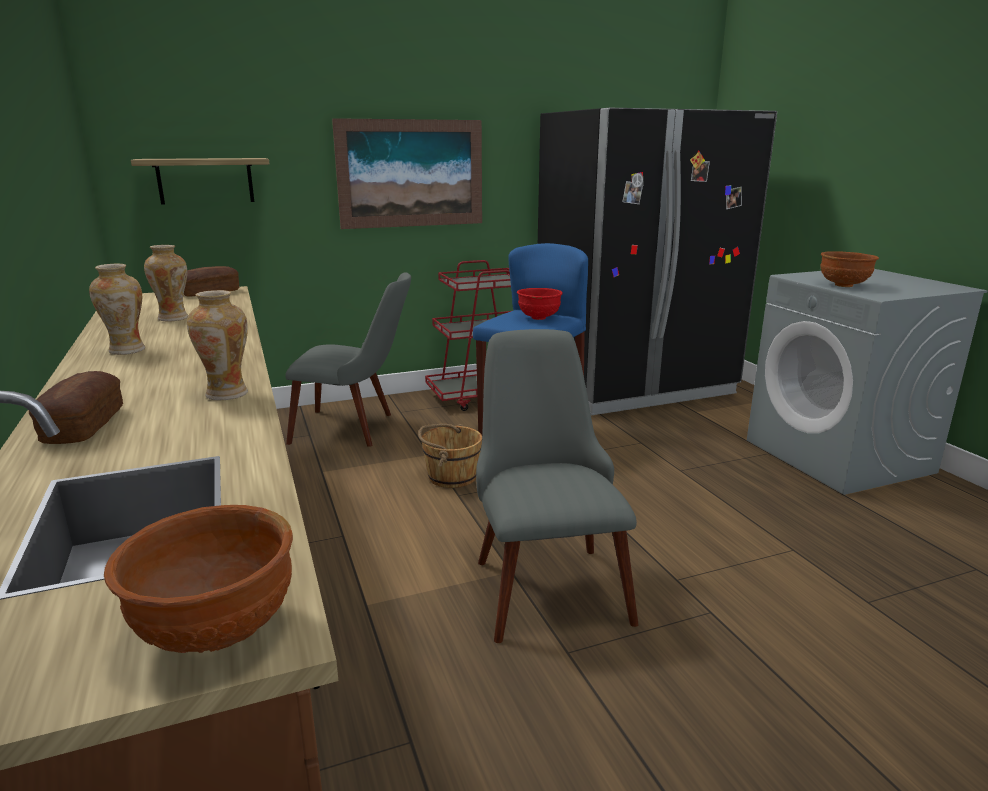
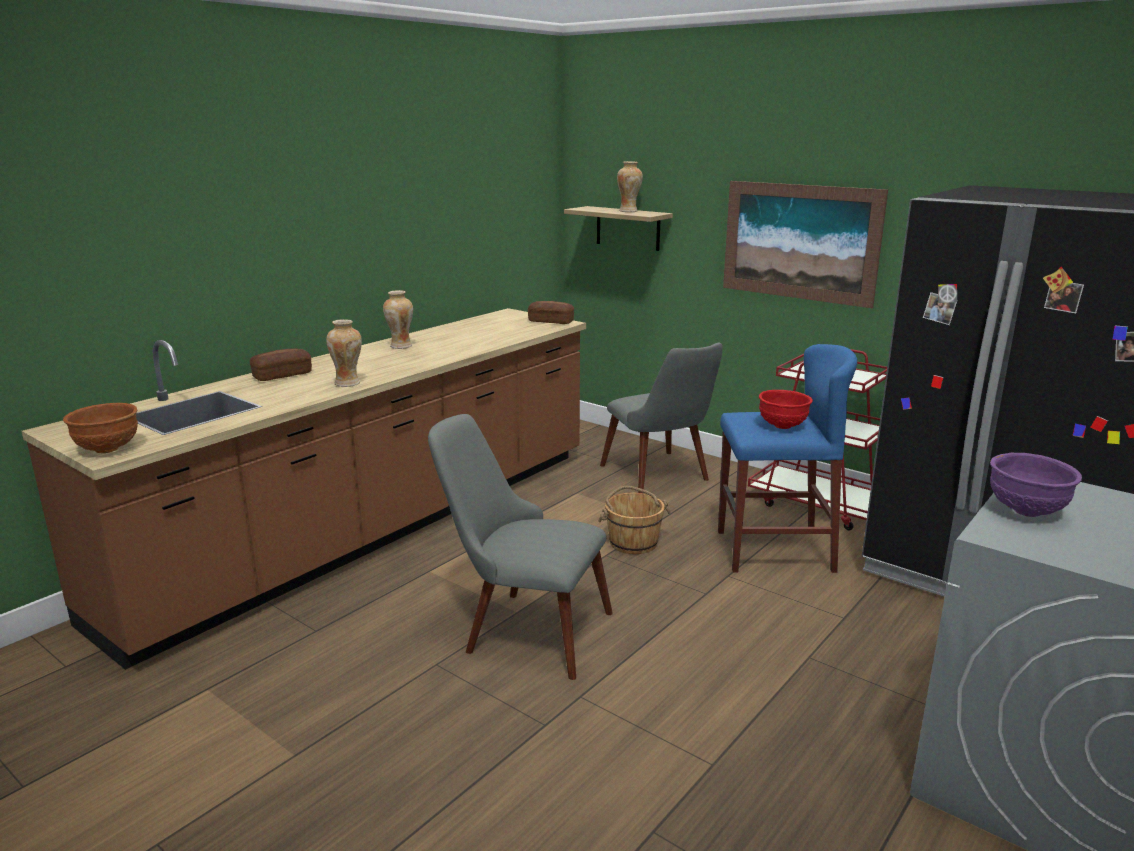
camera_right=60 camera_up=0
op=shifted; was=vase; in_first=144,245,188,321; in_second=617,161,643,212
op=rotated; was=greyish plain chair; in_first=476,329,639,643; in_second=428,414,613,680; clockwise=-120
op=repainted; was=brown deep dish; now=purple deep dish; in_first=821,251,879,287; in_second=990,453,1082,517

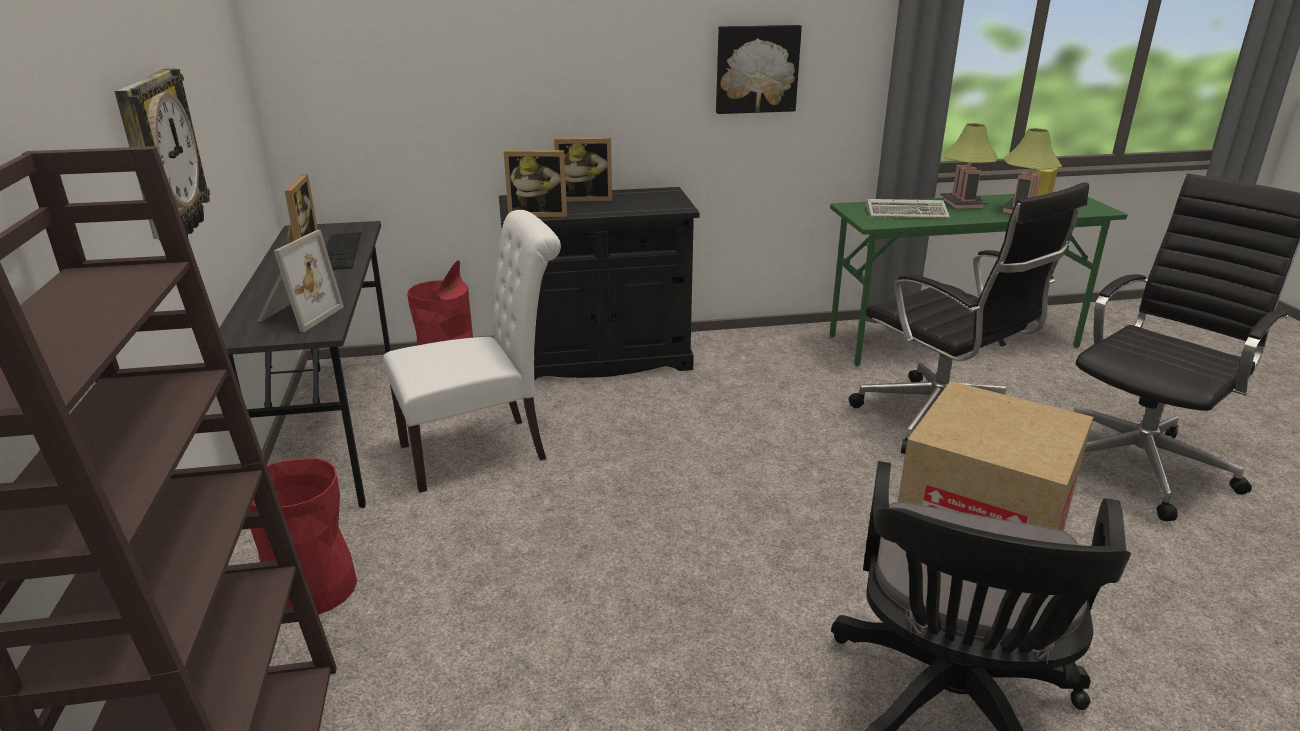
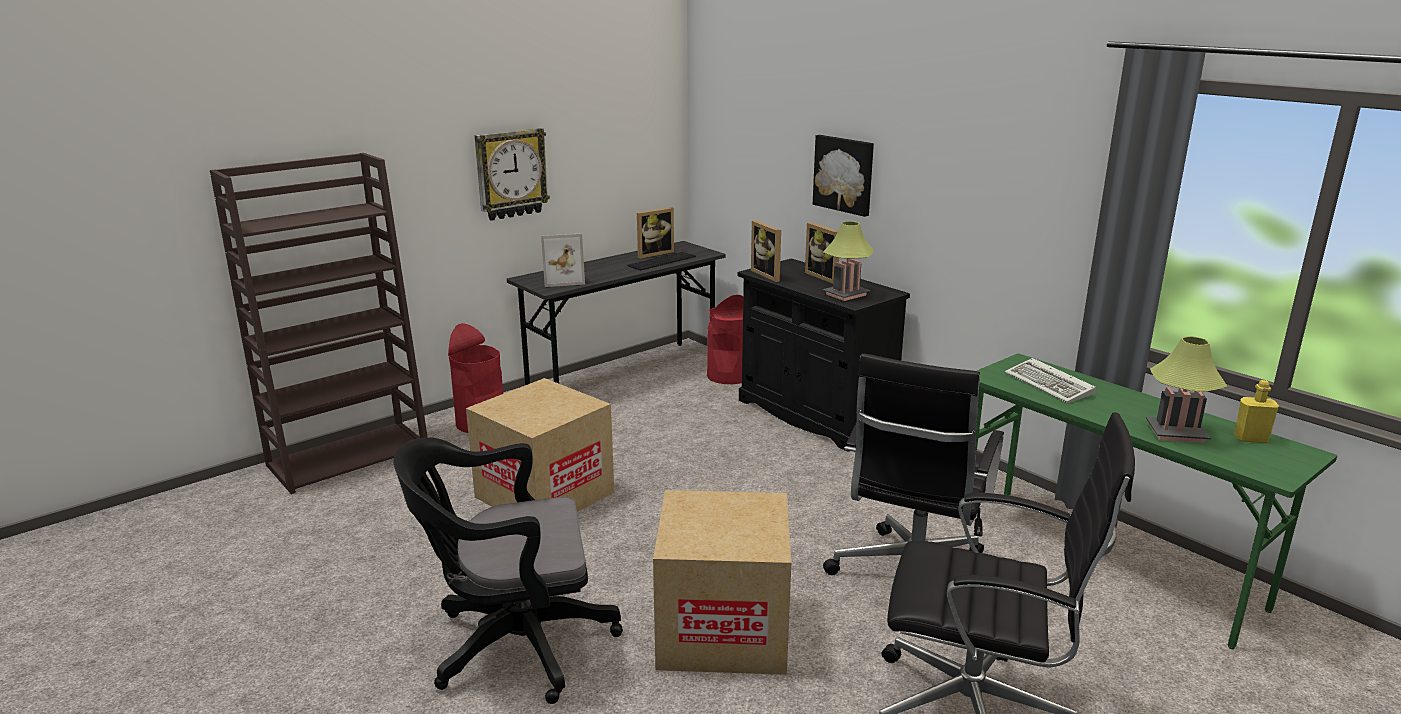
camera_right=60 camera_up=-5
op=gone; was=white-coloured plain chair; in_first=383,210,561,493
op=shifted; was=wall art; in_first=716,25,802,114; in_second=813,135,874,217
op=shifted; was=tabletop lamp; in_first=940,123,998,209; in_second=823,221,874,301
op=new; now=carton; in_second=466,378,614,512

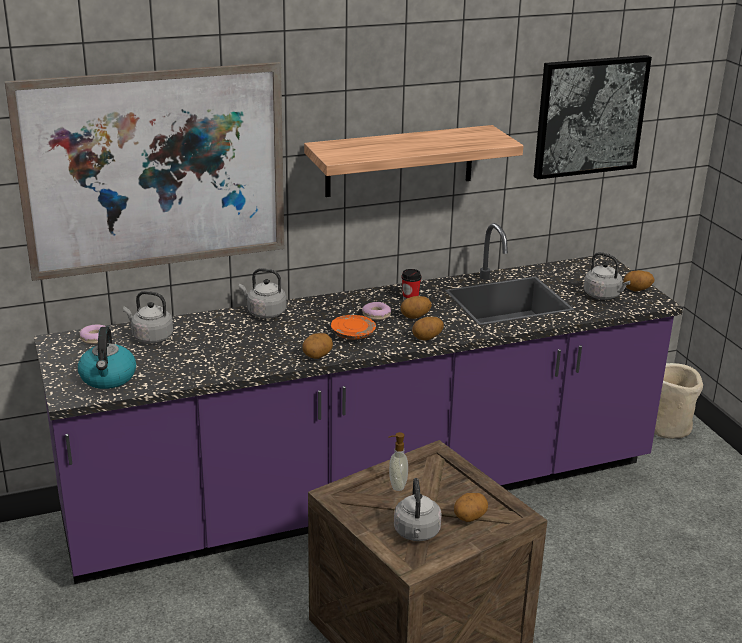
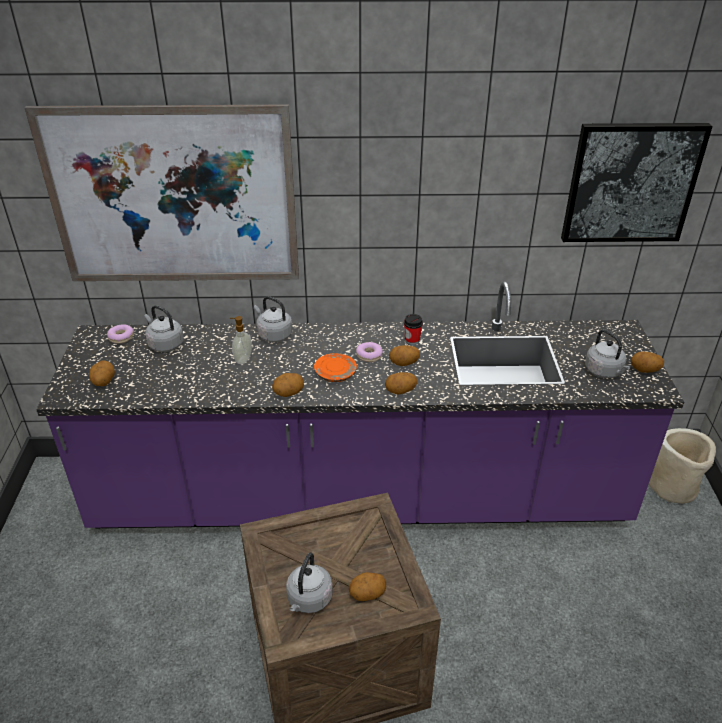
camera_right=20 camera_up=10
op=swapped; was=tea kettle; now=whole potato; in_first=78,327,136,389; in_second=89,360,115,386
op=gone; was=shelf; in_first=304,125,523,197
op=shifted; was=soap dispenser; in_first=388,432,408,491; in_second=230,316,252,364

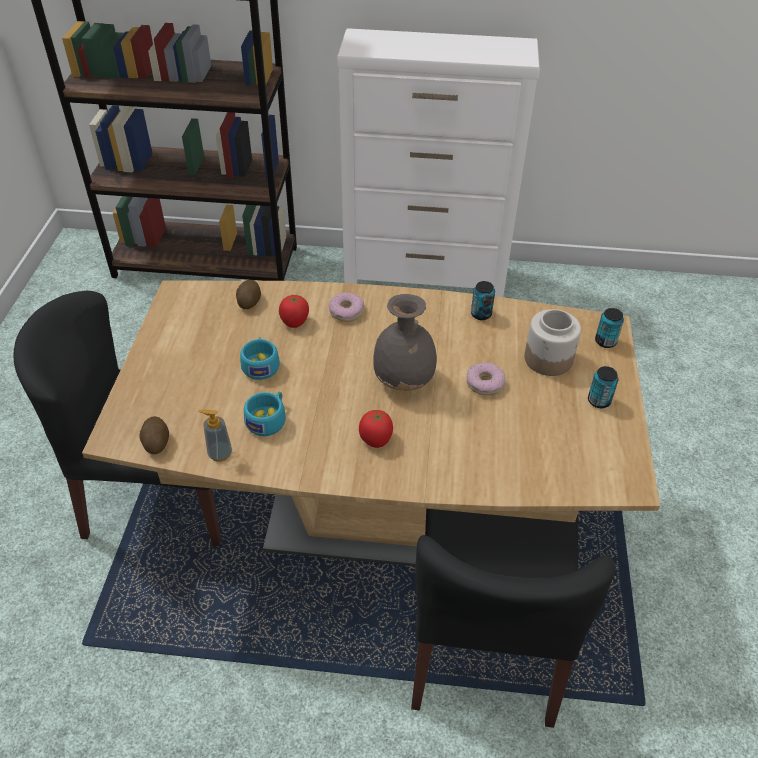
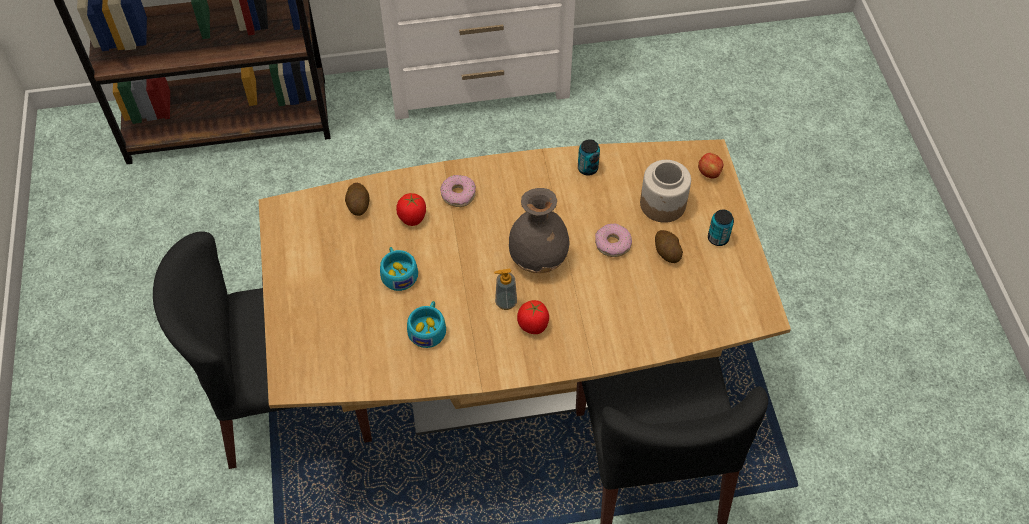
camera_right=-15 camera_up=10
op=shifted; was=whole potato; in_first=139,416,169,454; in_second=655,230,683,263
op=shifted; was=soap dispenser; in_first=198,410,232,462; in_second=494,269,517,310
op=swapped; was=can; now=apple; in_first=595,308,624,348; in_second=698,153,723,178

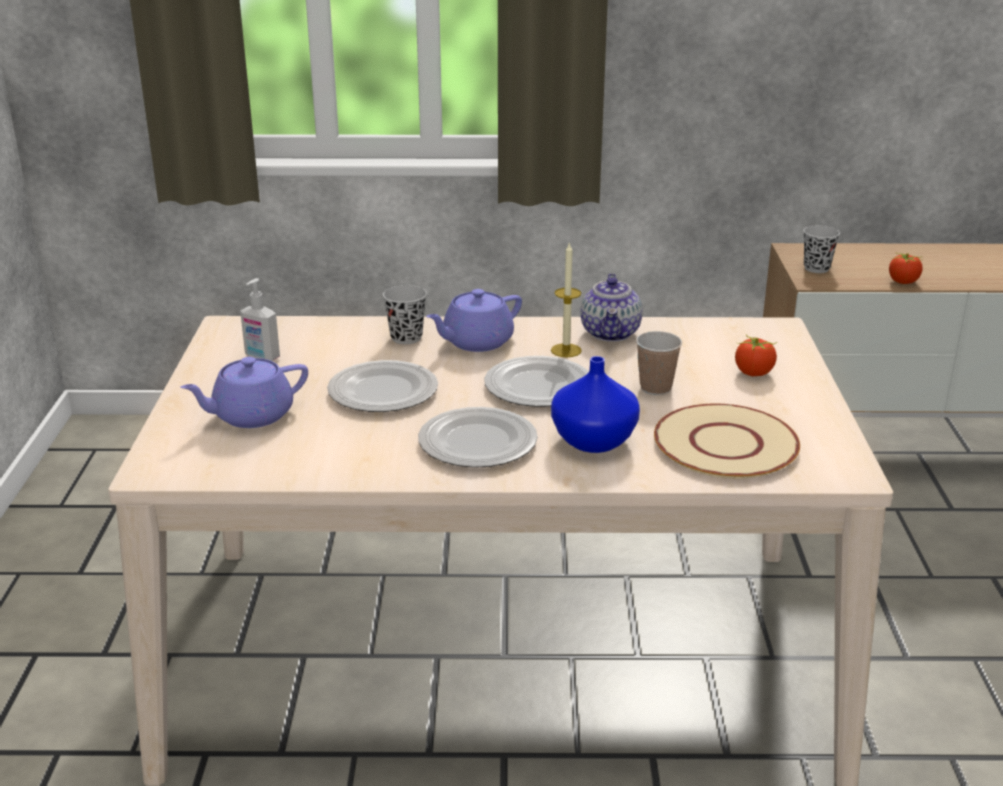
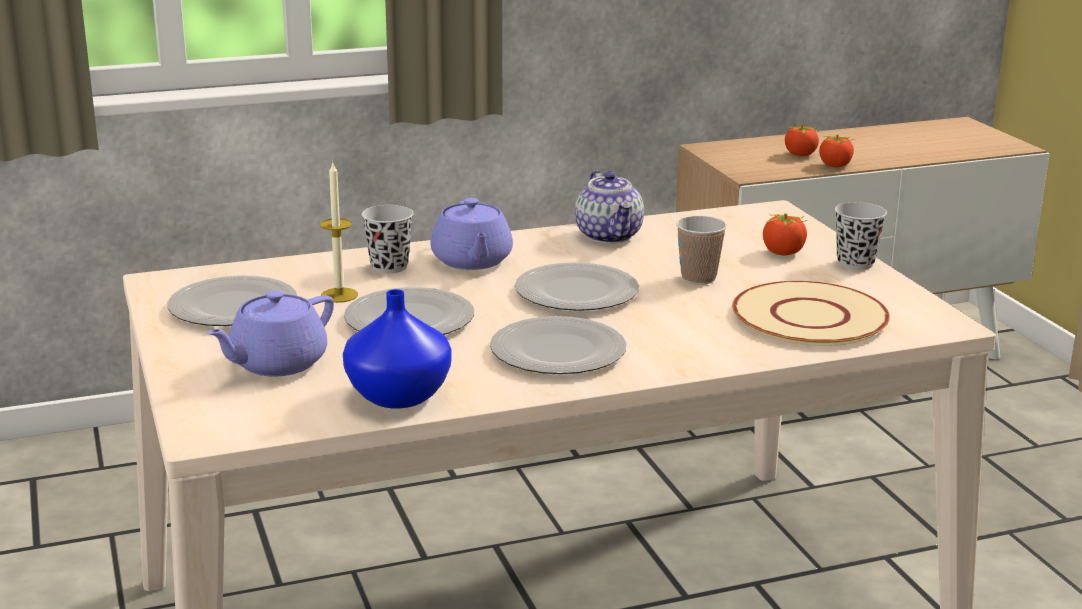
camera_right=-20 camera_up=-5
op=swapped; was=soap dispenser; now=dinner plate; in_first=240,278,280,361; in_second=167,275,297,326
op=rotated; was=purple teapot; in_first=426,289,522,352; in_second=430,198,513,270; clockwise=-45
op=shifted; was=wax candle; in_first=551,242,582,357; in_second=320,163,358,303
op=shifted; was=blue-coloured vase; in_first=551,356,640,453; in_second=343,289,451,408
op=shifted; was=black cup; in_first=803,226,840,273; in_second=835,202,887,270
op=new; now=tomato; in_second=784,123,820,156

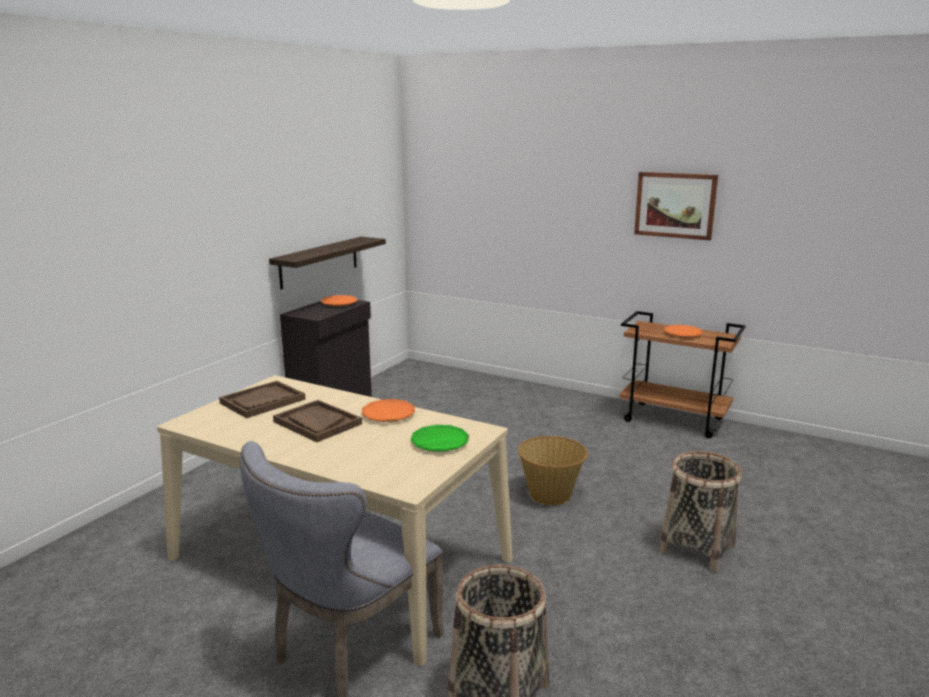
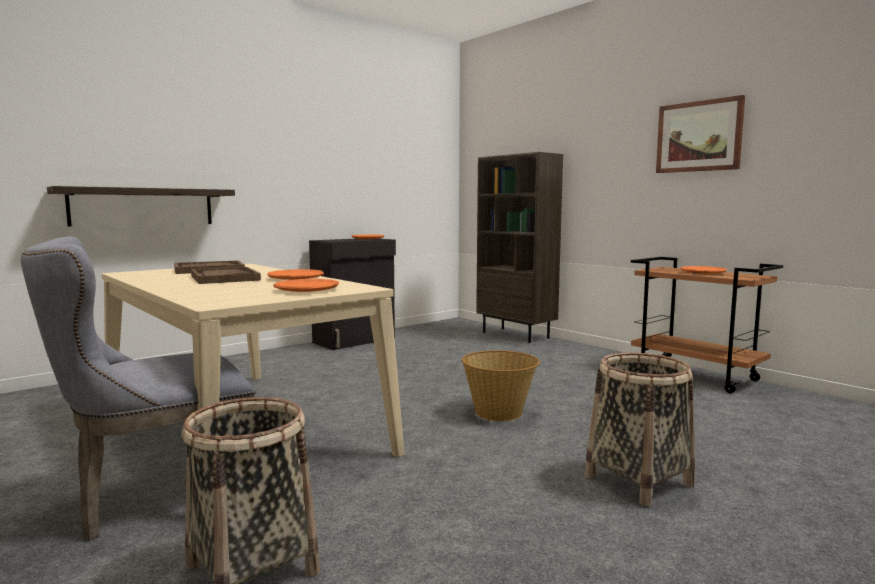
camera_right=20 camera_up=-10
op=shifted; was=shelf; in_first=269,237,386,289; in_second=47,186,235,226
op=repainted; was=green-coloured dinner plate; now=orange dinner plate; in_first=410,425,469,452; in_second=273,279,339,292
op=new; now=brown shelving unit; in_second=476,152,563,343

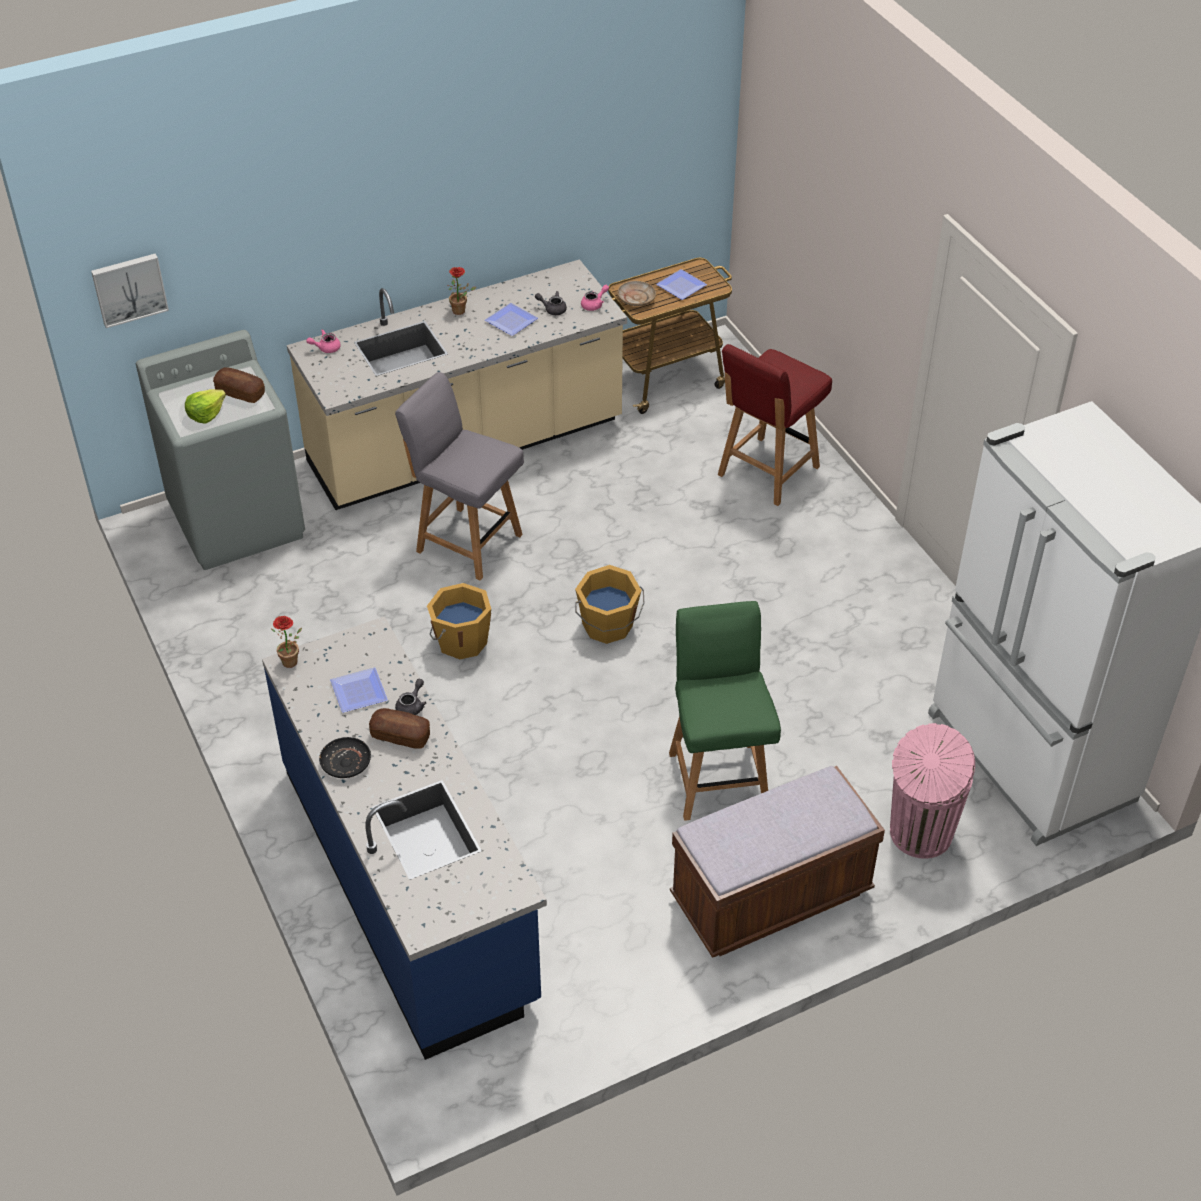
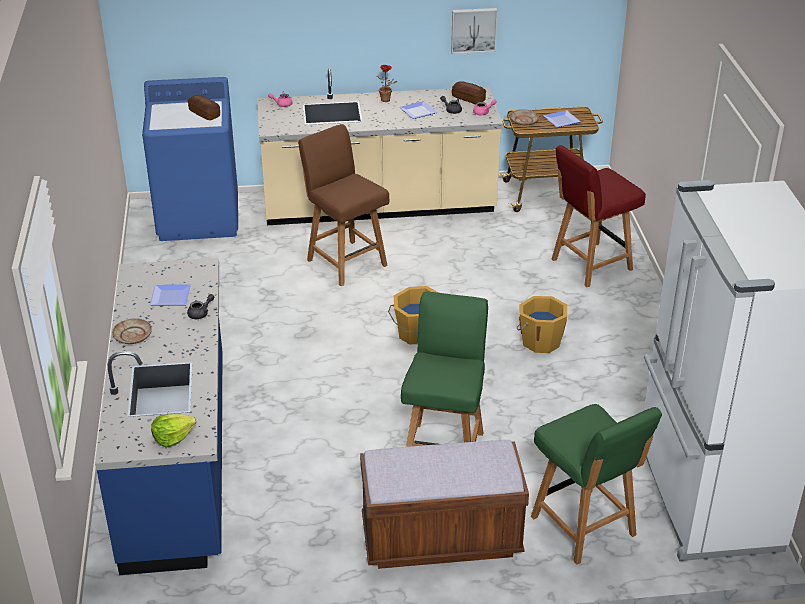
camera_right=20 camera_up=-10
op=shifted; was=wall art; in_first=91,254,169,328; in_second=451,8,497,54
op=repainted; was=greyish washing machine; now=blue-coloured washing machine; in_first=136,330,305,570; in_second=142,77,238,241
op=shifted; was=lettuce head; in_first=185,389,226,424; in_second=151,414,196,447
op=gone; was=houseplant; in_first=271,616,302,668
op=repainted; was=black dinner plate; now=sand-coloured dinner plate; in_first=319,737,371,778; in_second=112,318,152,344
op=shifted; was=bread; in_first=369,708,430,749; in_second=452,81,486,104
op=repainted; was=greyish plain chair; now=brown plain chair; in_first=395,372,524,580; in_second=298,124,389,286
op=shifted; was=orange pail; in_first=427,583,491,659; in_second=517,296,567,353
op=swapped; was=pinkish waste bin; now=green-coloured plain chair; in_first=890,723,975,859; in_second=531,404,662,565

